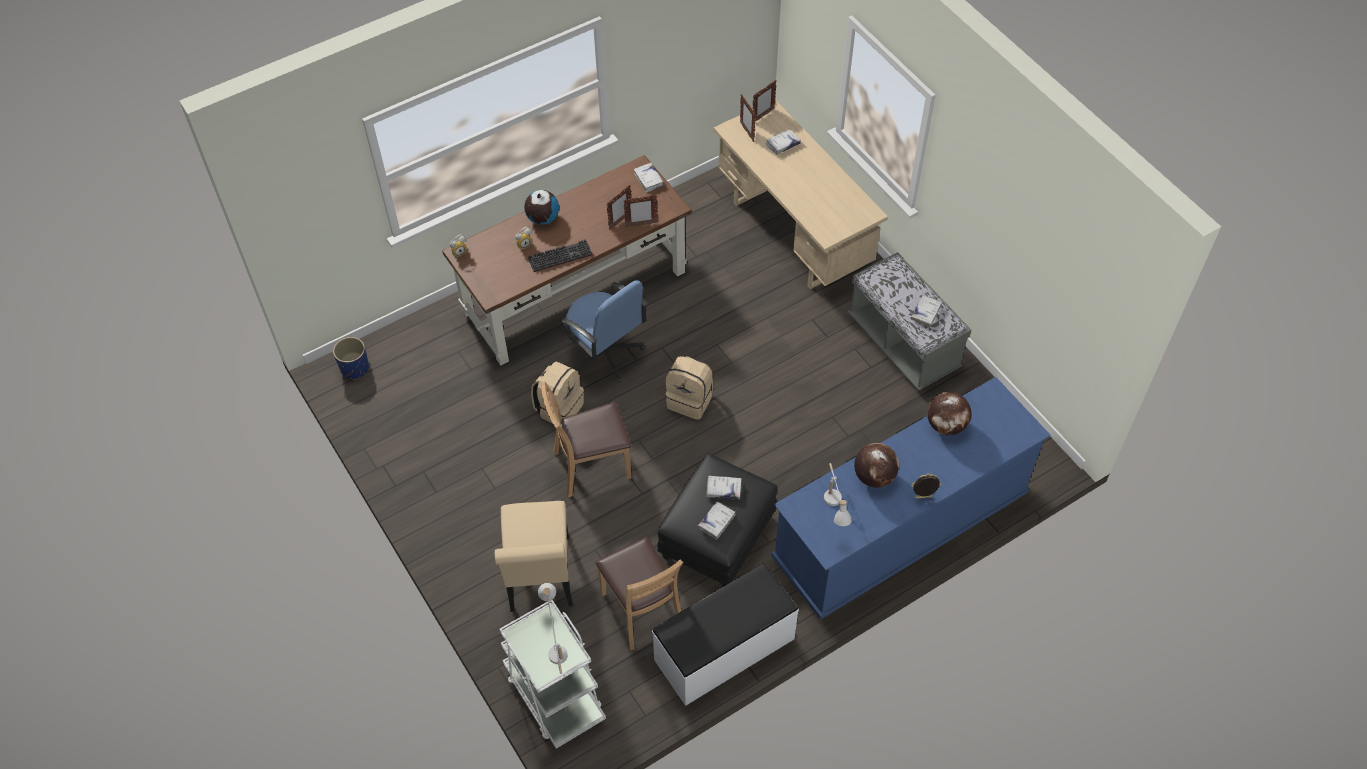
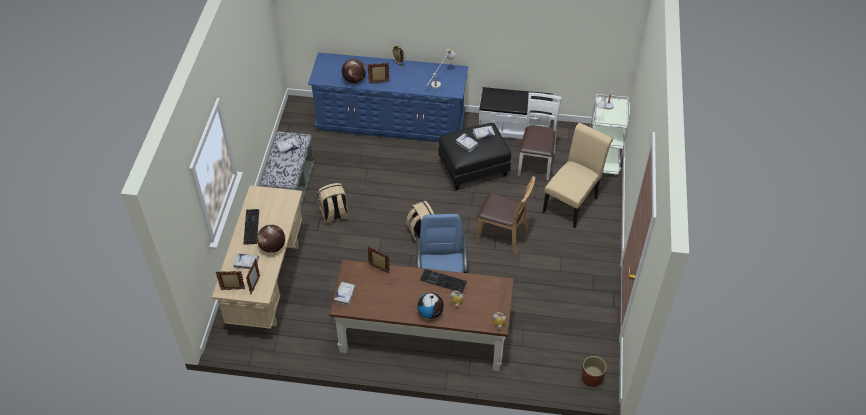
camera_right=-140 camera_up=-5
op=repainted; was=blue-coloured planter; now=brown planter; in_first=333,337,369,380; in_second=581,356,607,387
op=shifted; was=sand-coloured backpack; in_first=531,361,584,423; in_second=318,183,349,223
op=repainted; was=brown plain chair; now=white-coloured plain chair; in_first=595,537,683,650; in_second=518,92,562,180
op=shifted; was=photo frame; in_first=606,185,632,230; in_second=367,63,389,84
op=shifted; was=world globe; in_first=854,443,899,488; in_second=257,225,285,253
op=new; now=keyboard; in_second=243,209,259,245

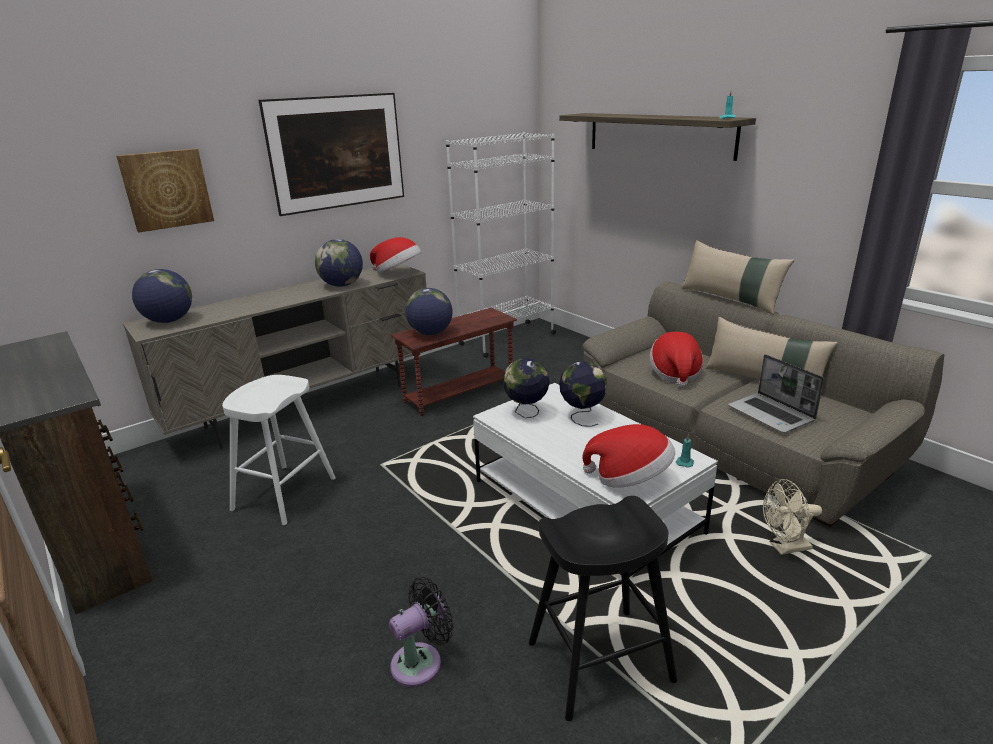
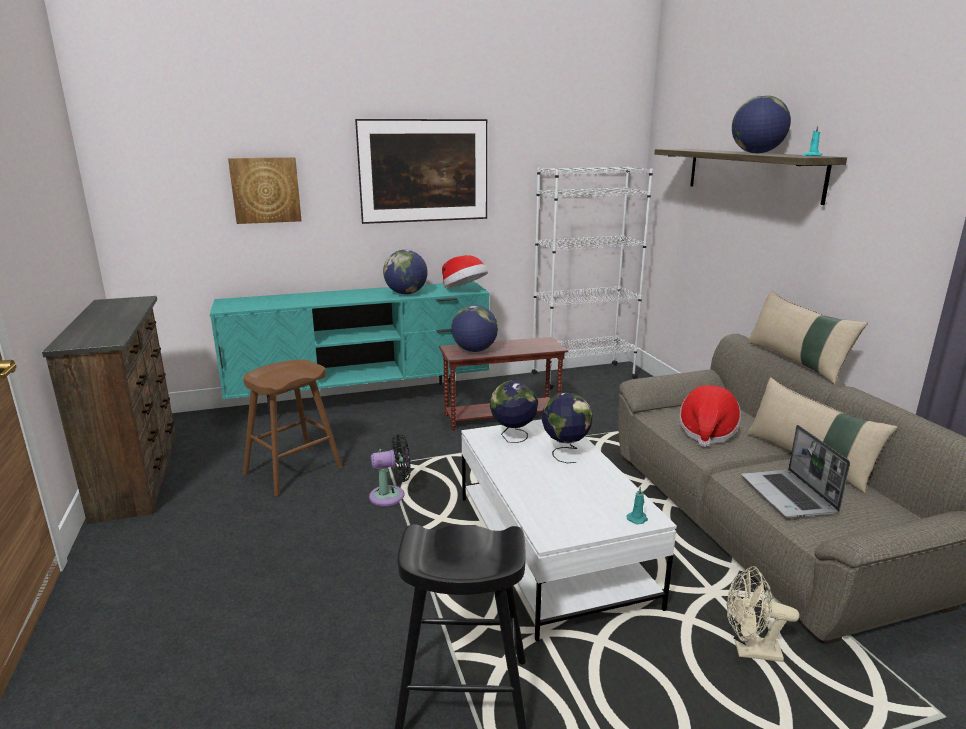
camera_right=20 camera_up=-5
op=repainted; was=sand-coloured tv unit; now=turquoise-coloured tv unit; in_first=123,264,429,449; in_second=210,281,490,422
op=shifted; was=world globe; in_first=132,269,192,323; in_second=732,95,791,153
op=repainted; was=white-coloured stool seat; now=brown stool seat; in_first=222,375,336,525; in_second=243,360,343,496
op=shifted; was=black electric fan; in_first=389,577,454,687; in_second=369,434,411,506
op=gone; was=wearable hat; in_first=582,424,675,488

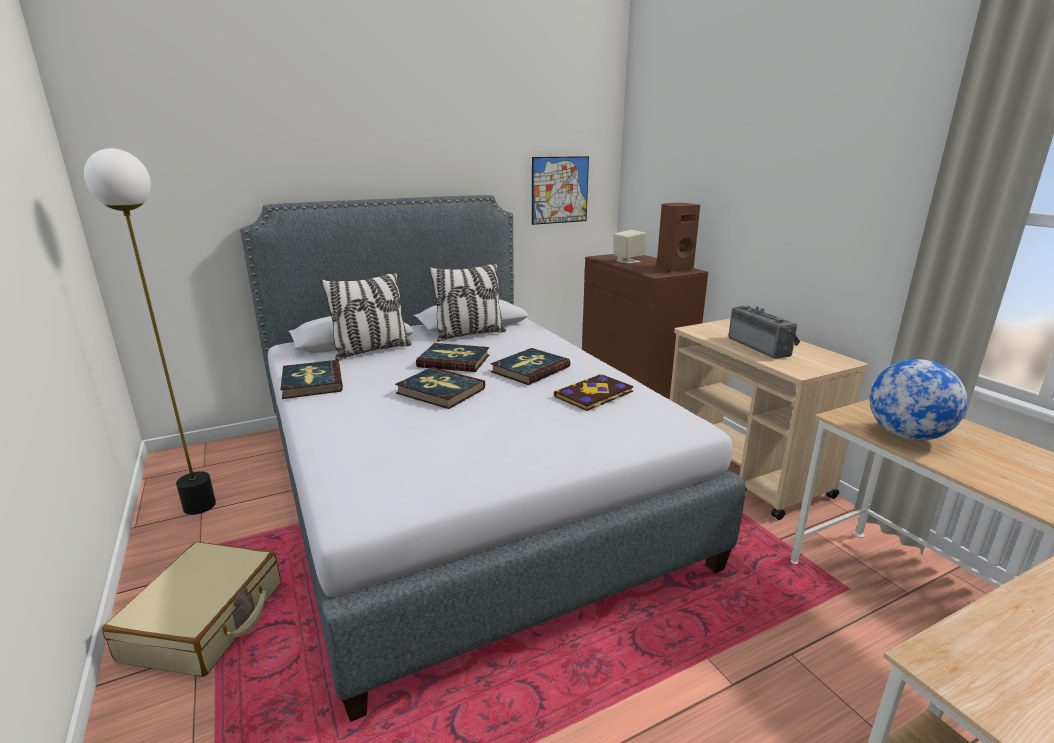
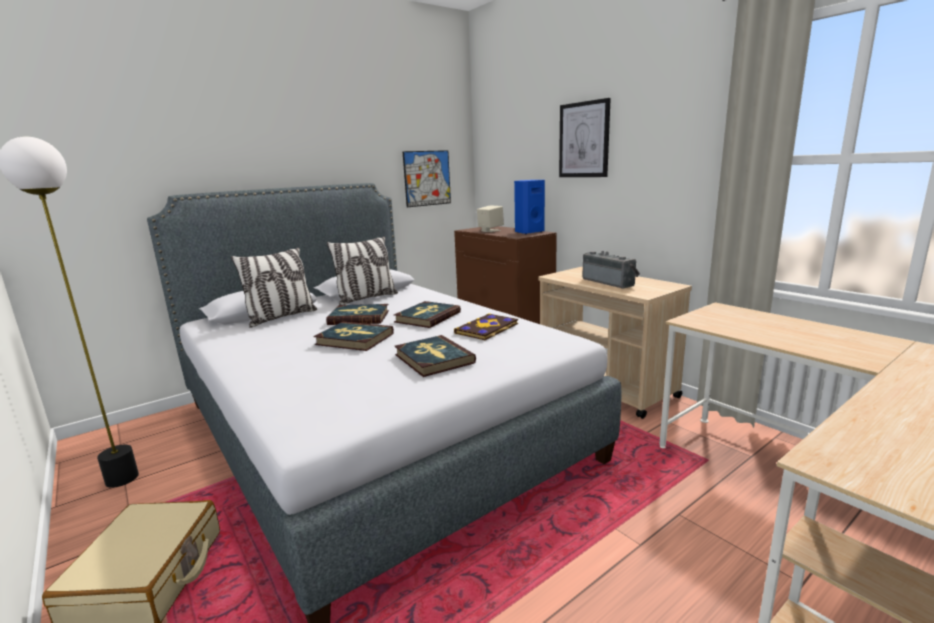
camera_right=-10 camera_up=-5
op=shifted; was=volume; in_first=281,360,343,399; in_second=394,335,476,377
op=repainted; was=brown loudspeaker; now=blue-coloured loudspeaker; in_first=657,203,700,271; in_second=514,180,545,234
op=gone; was=world globe; in_first=870,359,967,441
op=new; now=wall art; in_second=559,98,611,177

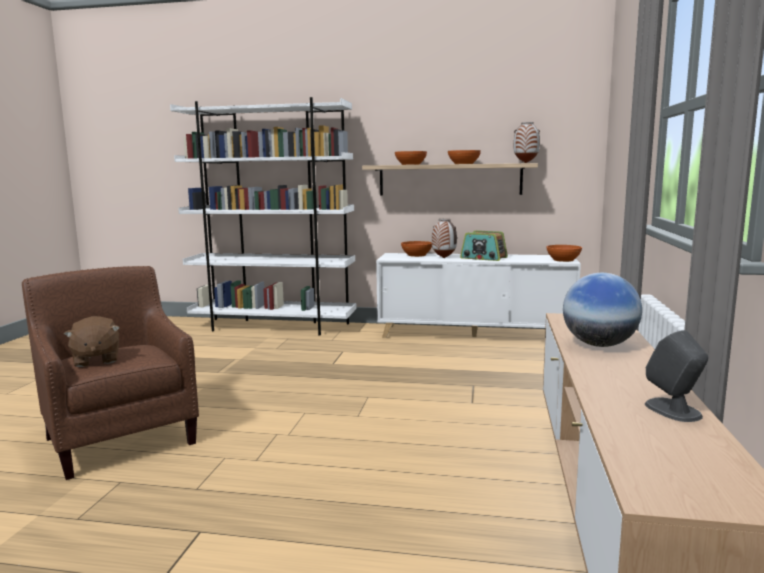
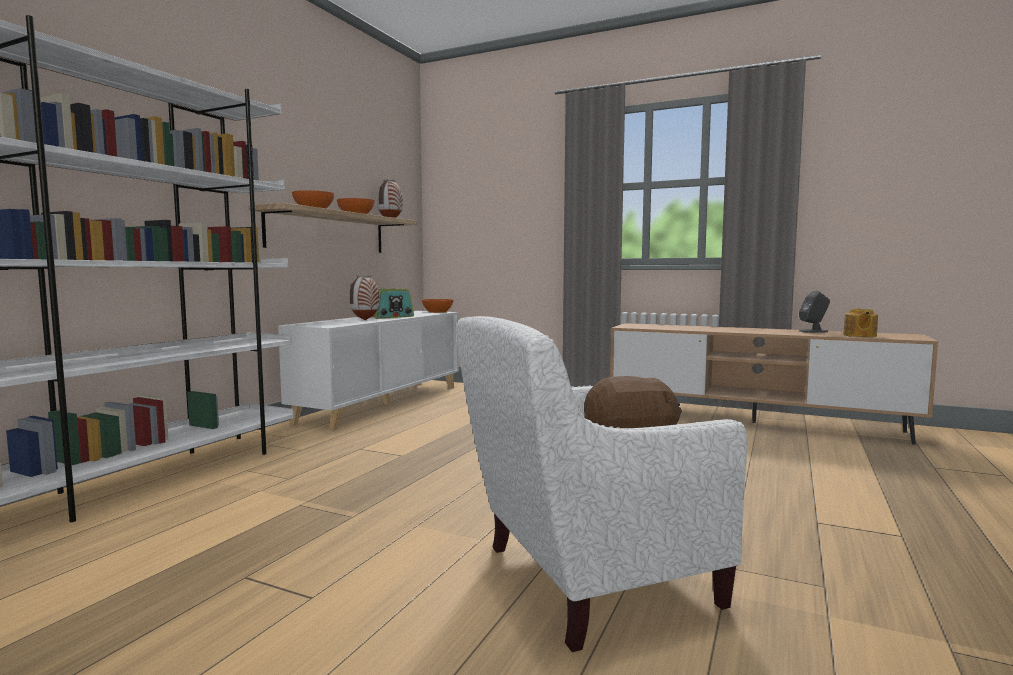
camera_right=-75 camera_up=-5
op=repainted; was=brown armchair; now=white-coloured armchair; in_first=22,266,199,480; in_second=456,316,747,652
op=gone; was=orange deep dish; in_first=401,241,432,257
op=gone; was=world globe; in_first=563,273,642,347
op=new; now=teapot; in_second=843,308,878,337

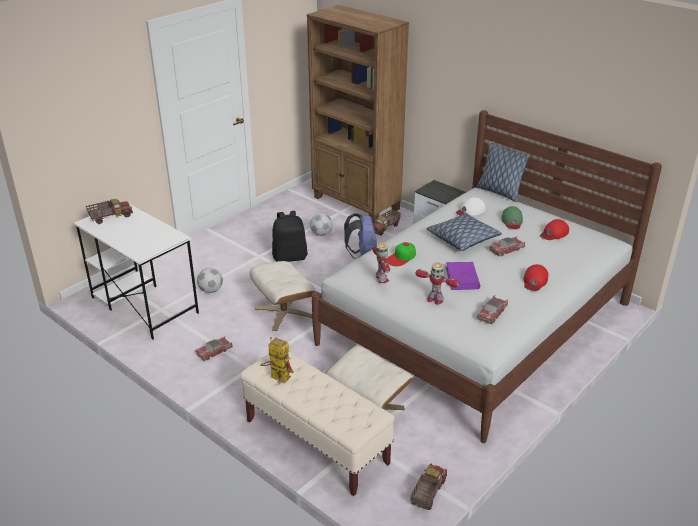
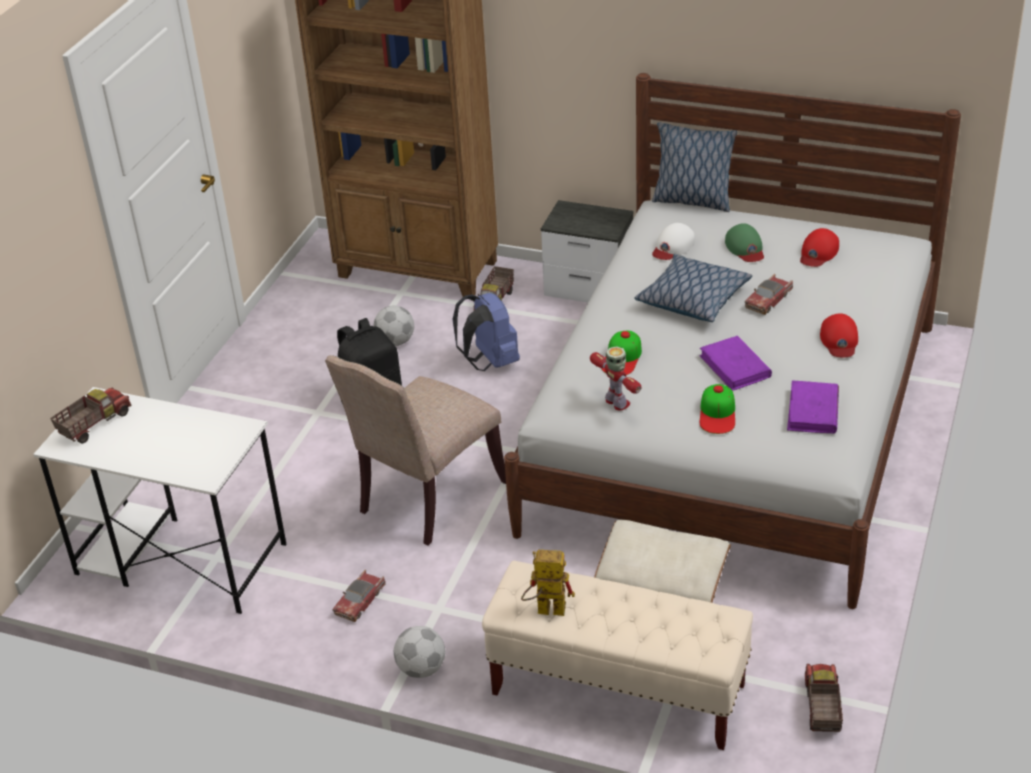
camera_right=-20 camera_up=5
op=shifted; was=football ball; in_first=197,268,223,293; in_second=394,626,445,678
op=swapped; was=sand-coloured pouffe; now=sand-coloured plain chair; in_first=249,261,316,331; in_second=325,355,506,546
op=swapped; was=model robot; now=baseball cap; in_first=415,263,459,305; in_second=700,384,735,434
op=swapped; was=toy car; now=purple volume; in_first=477,295,508,324; in_second=787,381,839,434

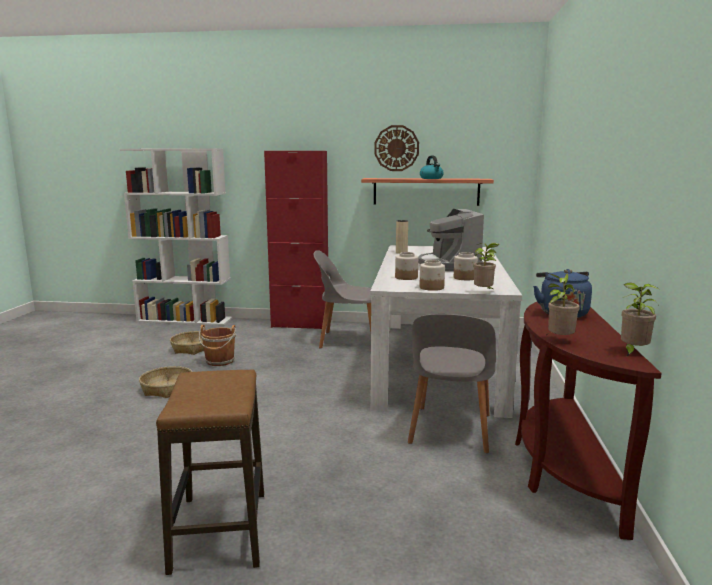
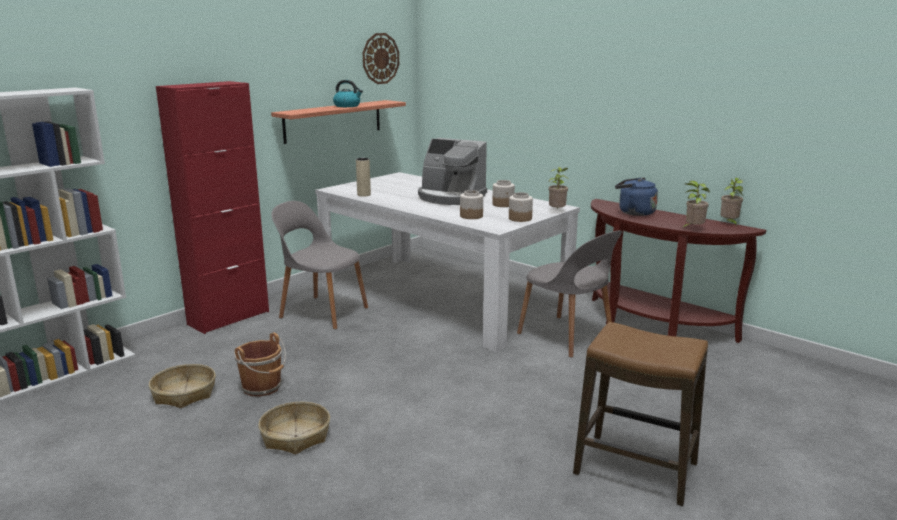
camera_right=-55 camera_up=5
op=rotated; was=greyish plain chair; in_first=314,250,371,349; in_second=271,201,368,329; clockwise=75
op=shifted; was=clock on the wall; in_first=374,125,419,171; in_second=363,33,399,84

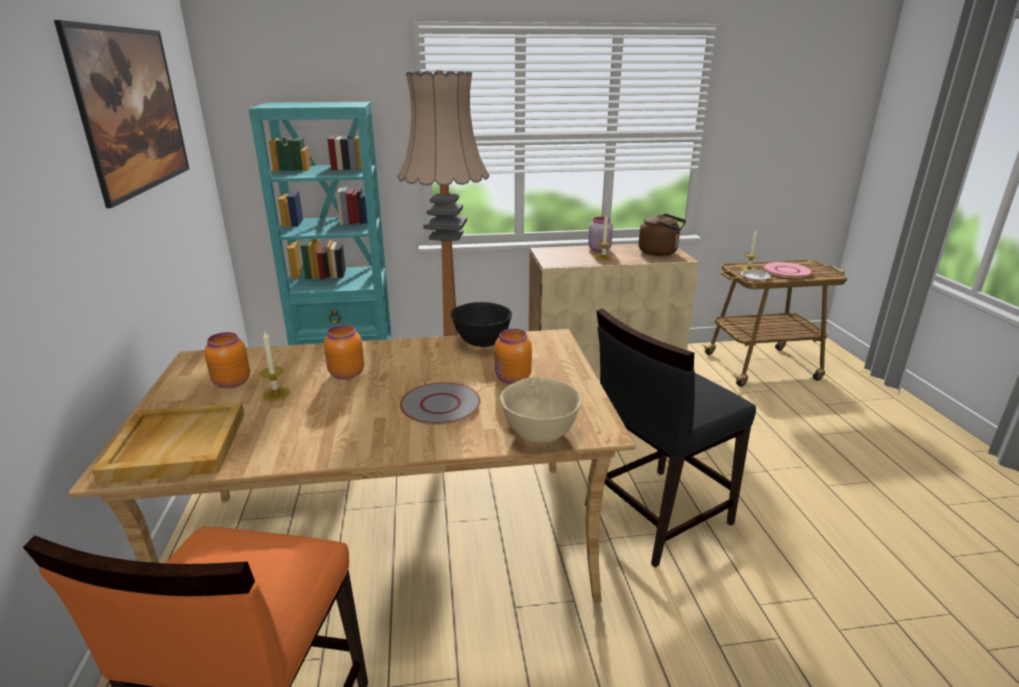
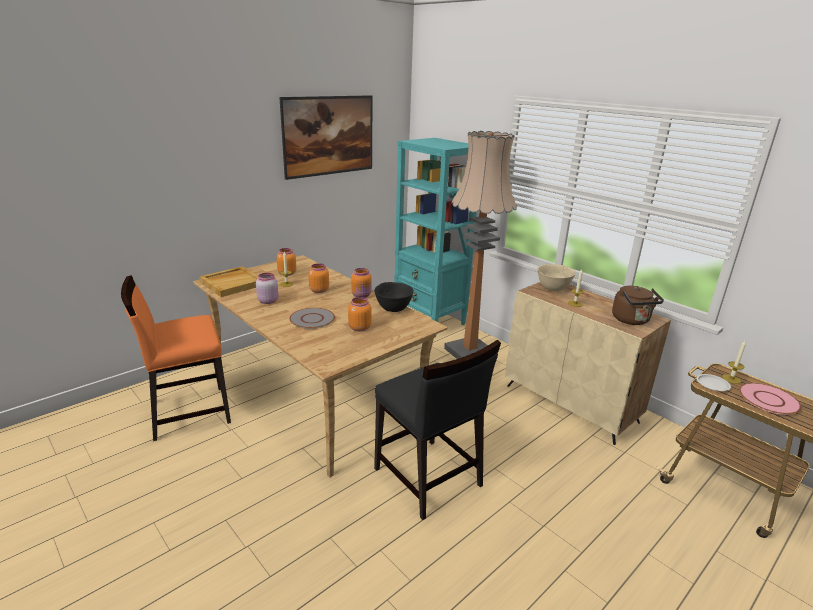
camera_right=55 camera_up=0
op=shifted; was=sand-coloured deep dish; in_first=500,377,582,443; in_second=538,264,576,291
op=rotated; was=black plain chair; in_first=585,308,756,567; in_second=374,340,501,520; clockwise=-150
op=shifted; was=pinkish preserve jar; in_first=588,217,613,252; in_second=256,273,278,304
op=new; now=orange preserve jar; in_second=351,268,372,298

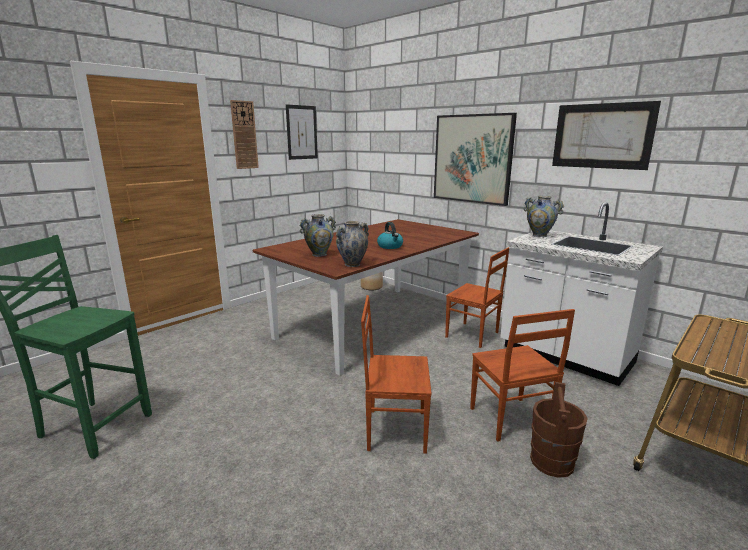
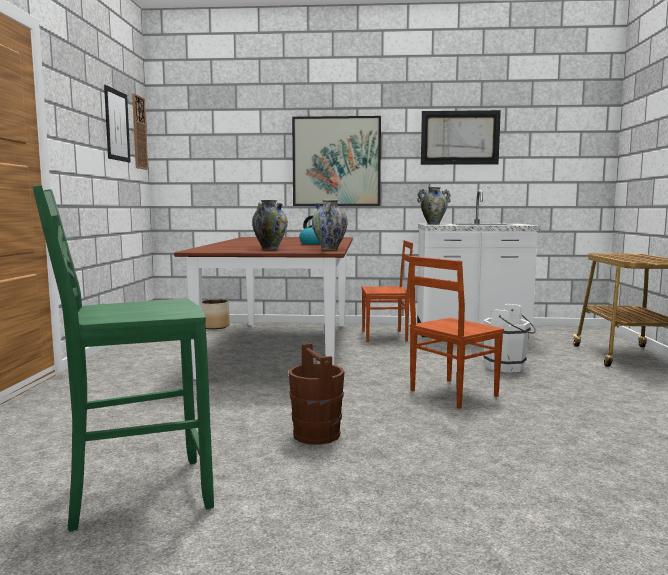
camera_right=-40 camera_up=-10
op=shifted; was=clock on the wall; in_first=230,100,259,169; in_second=132,93,148,170
op=swapped; was=brown plain chair; now=white-coloured pail; in_first=470,309,575,442; in_second=483,304,536,373
op=shifted; was=brown pail; in_first=530,382,588,478; in_second=288,343,345,445

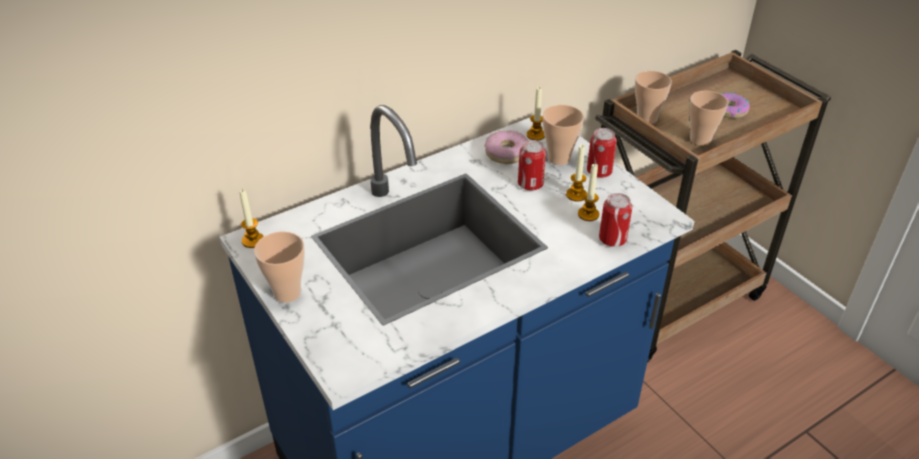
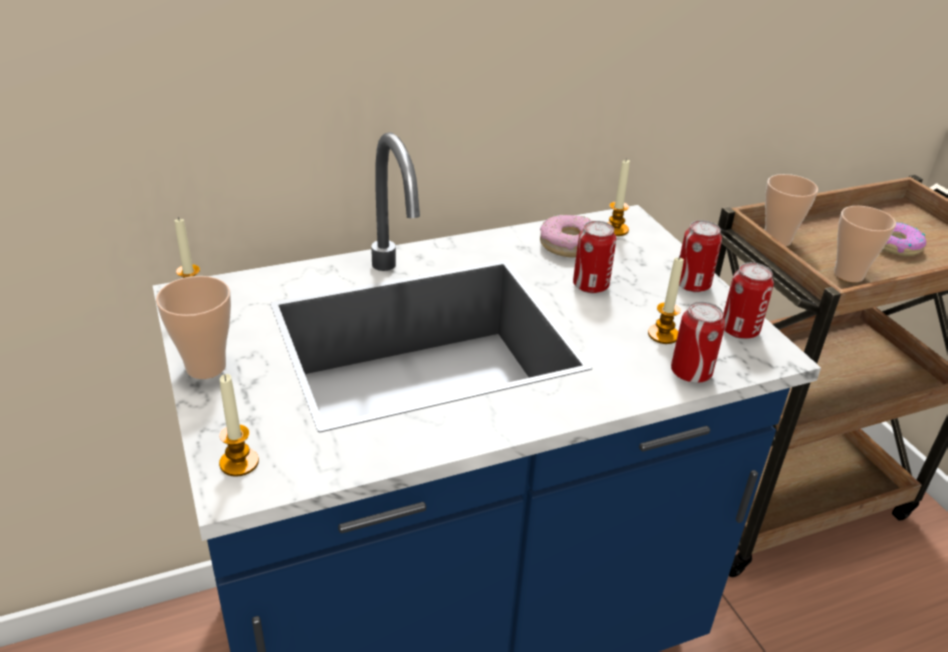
camera_right=10 camera_up=-5
op=gone; was=cup; in_first=543,105,584,165
op=shifted; was=wax candle; in_first=566,144,587,201; in_second=219,374,259,477
op=new; now=can; in_second=723,262,774,339

